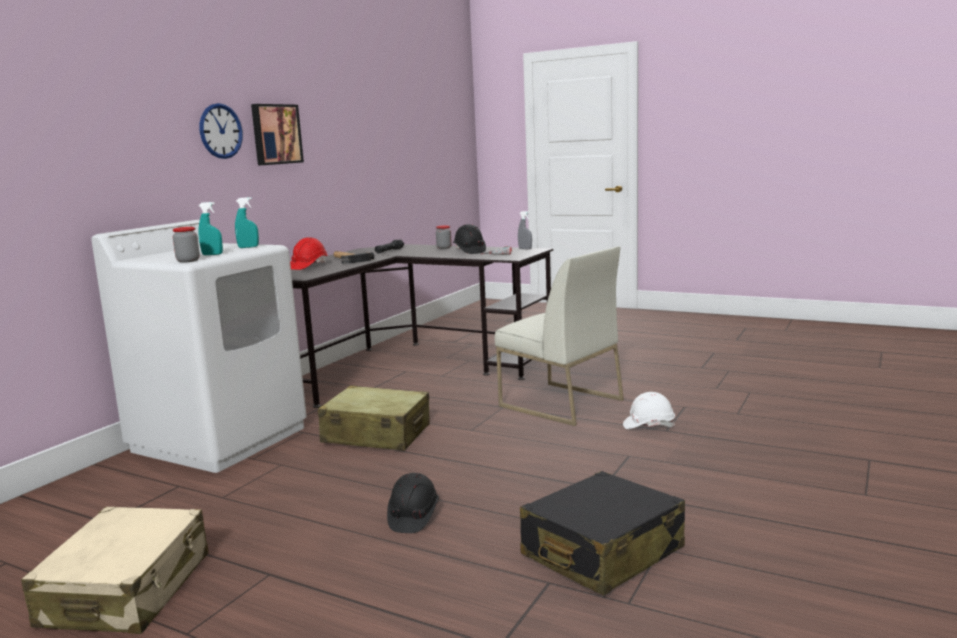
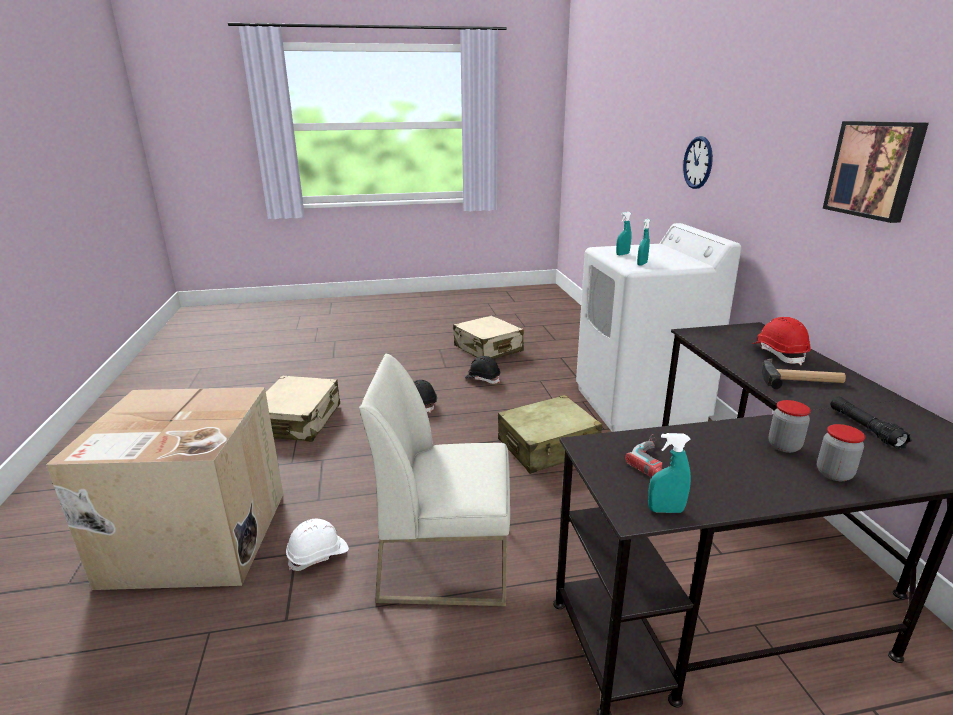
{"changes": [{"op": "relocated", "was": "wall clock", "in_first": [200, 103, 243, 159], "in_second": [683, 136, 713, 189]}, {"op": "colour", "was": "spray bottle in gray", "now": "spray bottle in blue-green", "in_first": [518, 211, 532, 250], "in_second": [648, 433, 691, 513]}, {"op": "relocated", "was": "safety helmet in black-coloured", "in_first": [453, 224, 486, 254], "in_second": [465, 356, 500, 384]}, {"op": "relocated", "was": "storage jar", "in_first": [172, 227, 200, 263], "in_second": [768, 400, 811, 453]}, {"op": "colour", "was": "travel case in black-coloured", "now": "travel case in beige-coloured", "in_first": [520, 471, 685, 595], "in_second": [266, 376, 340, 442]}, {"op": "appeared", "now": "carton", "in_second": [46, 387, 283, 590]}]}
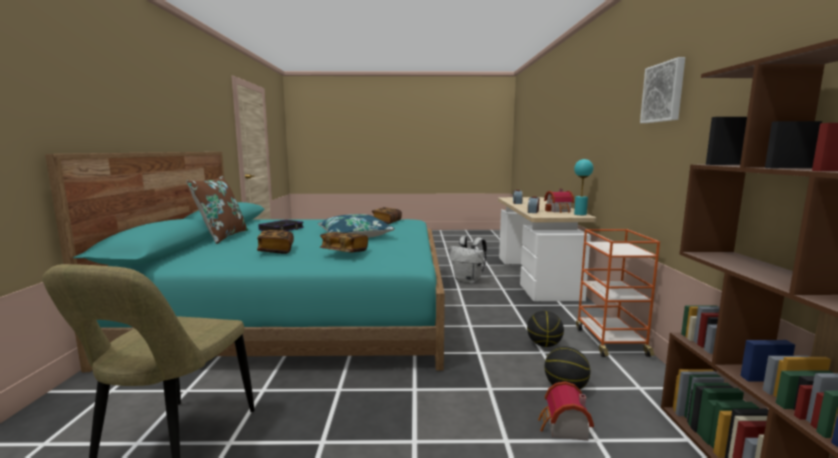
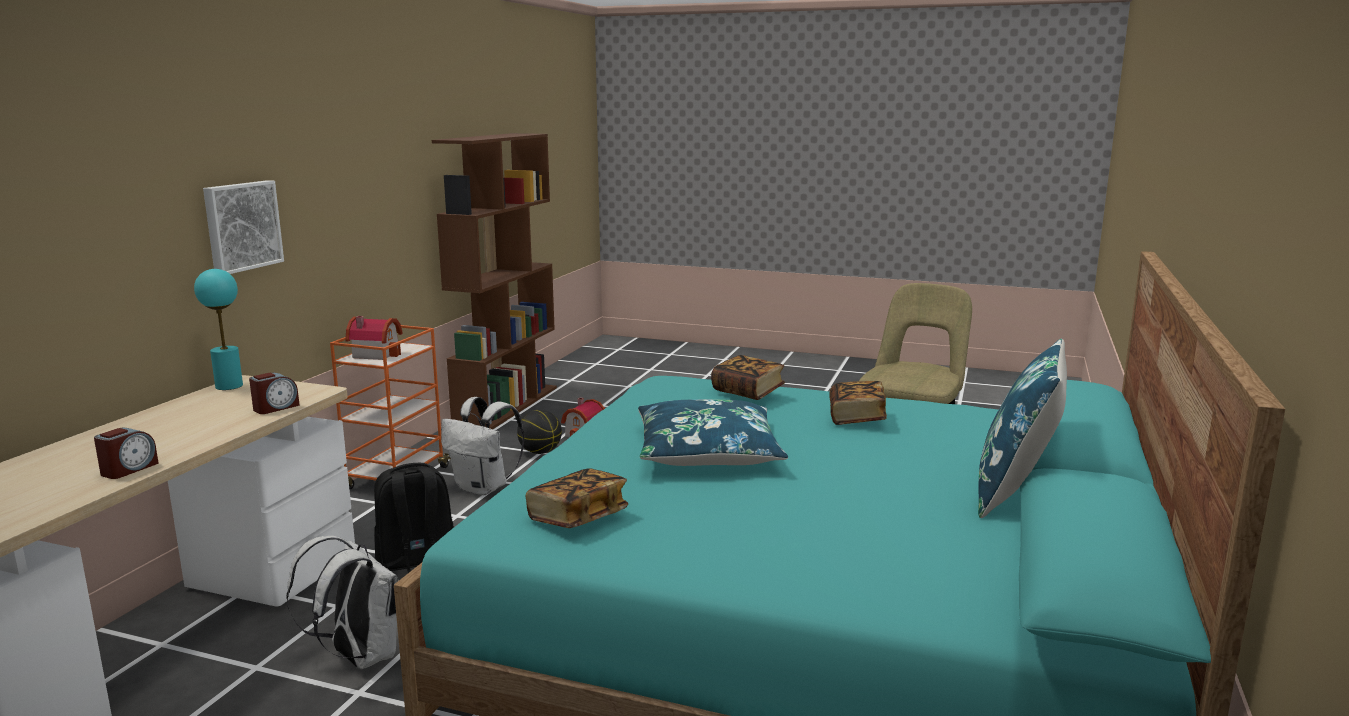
{"changes": [{"op": "relocated", "was": "wall art", "in_first": [640, 57, 685, 123], "in_second": [203, 180, 284, 274]}, {"op": "colour", "was": "throw pillow in brown-coloured", "now": "throw pillow in bluish", "in_first": [186, 176, 248, 244], "in_second": [978, 339, 1067, 518]}, {"op": "relocated", "was": "miniature house", "in_first": [544, 189, 574, 213], "in_second": [345, 316, 403, 360]}, {"op": "missing", "was": "bound book", "in_first": [258, 219, 304, 231]}, {"op": "exchanged", "was": "basketball", "now": "knapsack in white", "in_first": [527, 311, 564, 347], "in_second": [441, 397, 524, 495]}, {"op": "appeared", "now": "knapsack in black-coloured", "in_second": [374, 463, 454, 573]}]}
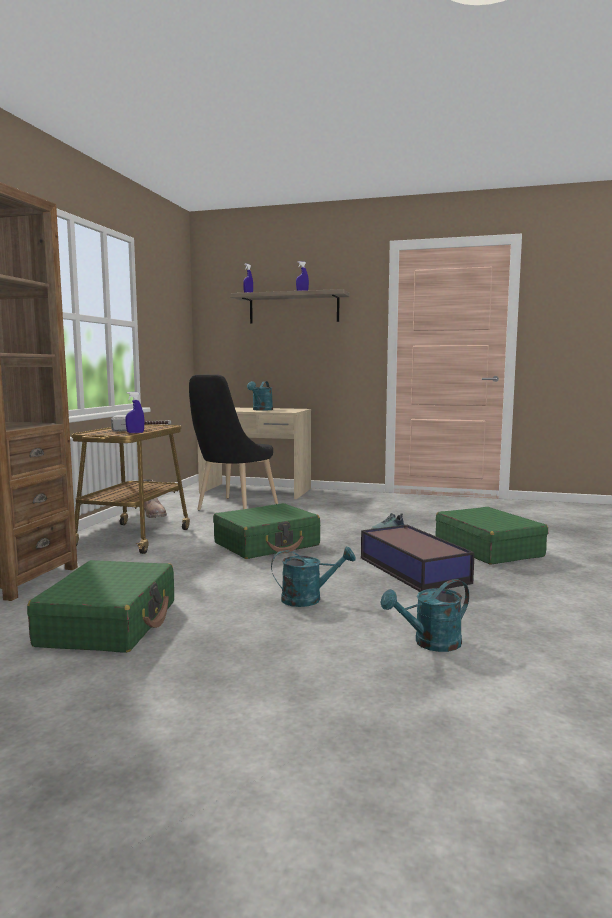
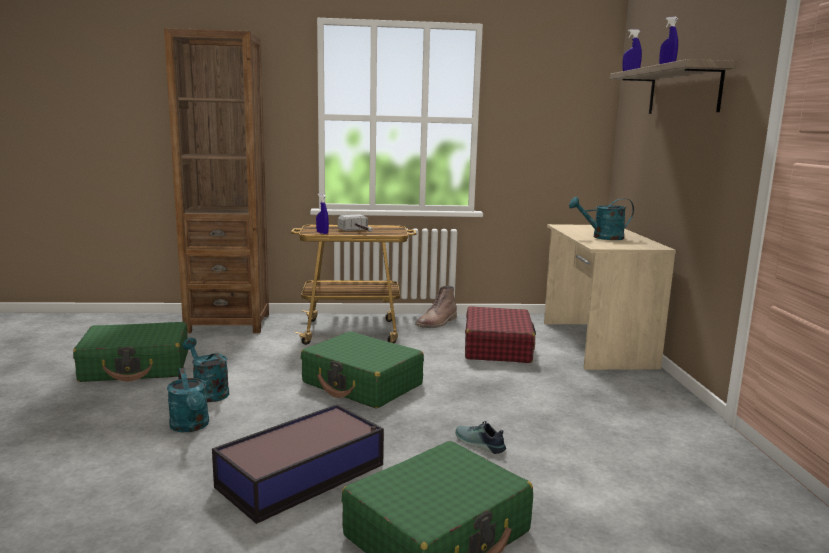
{"changes": [{"op": "exchanged", "was": "plain chair in black-coloured", "now": "travel case in red", "in_first": [189, 374, 278, 510], "in_second": [465, 306, 536, 363]}, {"op": "relocated", "was": "watering can in blue-green", "in_first": [380, 579, 469, 652], "in_second": [182, 338, 229, 402]}]}
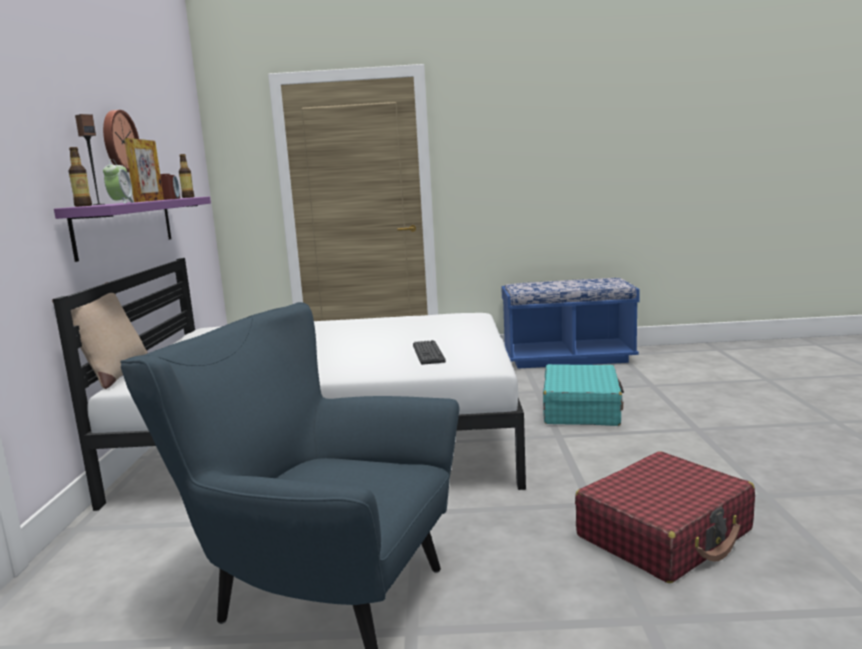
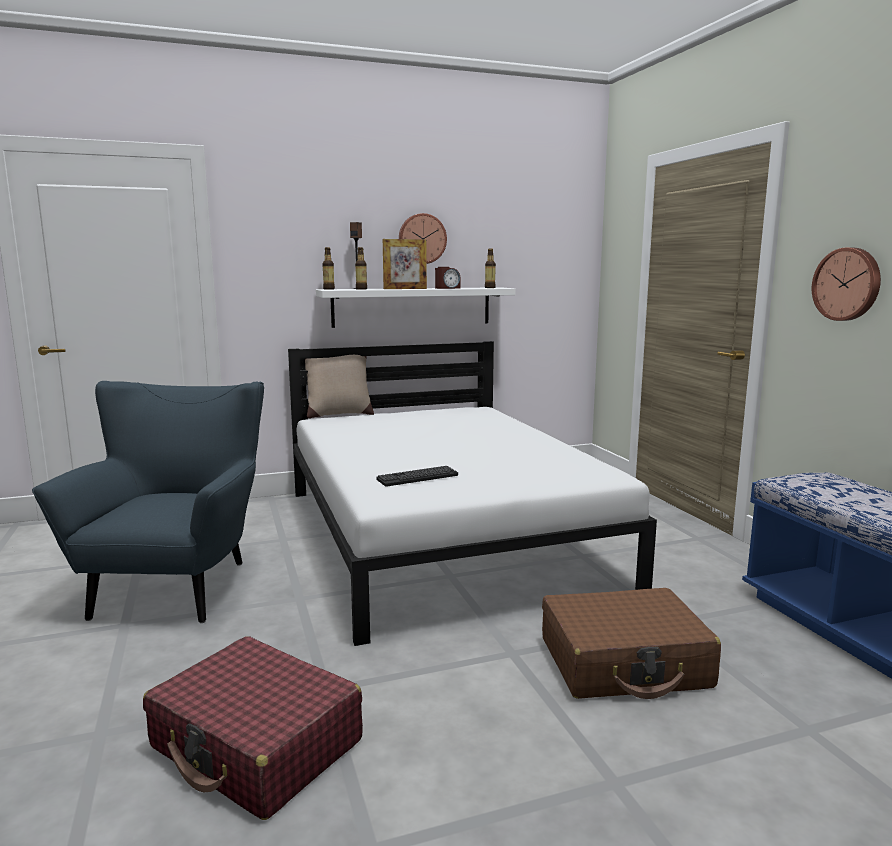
{"changes": [{"op": "exchanged", "was": "table clock", "now": "drink bottle", "in_first": [103, 159, 134, 203], "in_second": [355, 247, 367, 290]}, {"op": "colour", "was": "wall shelf in purplish", "now": "wall shelf in white", "in_first": [54, 197, 211, 262], "in_second": [316, 287, 516, 328]}, {"op": "colour", "was": "travel case in blue-green", "now": "travel case in brown-coloured", "in_first": [543, 364, 624, 426], "in_second": [542, 588, 721, 699]}, {"op": "appeared", "now": "wall clock", "in_second": [812, 247, 881, 321]}]}
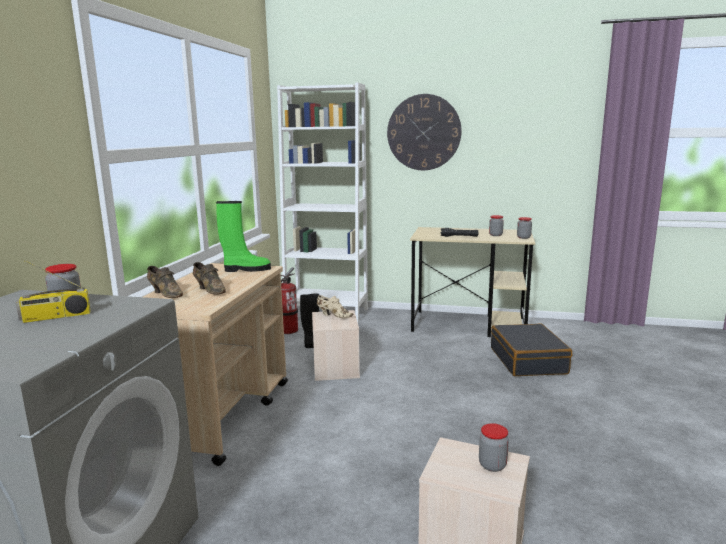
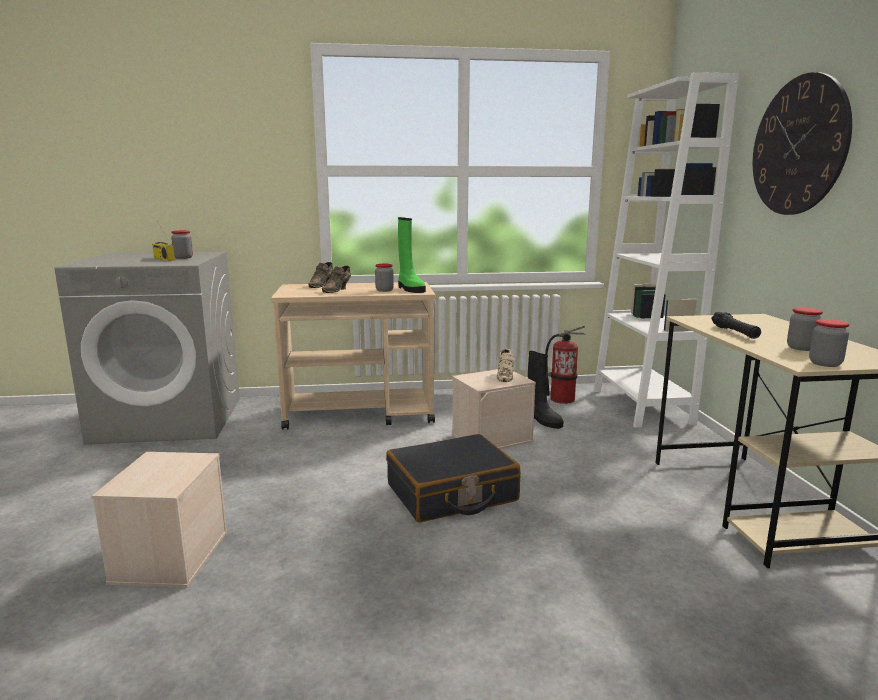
{"changes": [{"op": "relocated", "was": "travel case in black-coloured", "in_first": [491, 323, 572, 376], "in_second": [386, 434, 520, 522]}, {"op": "relocated", "was": "storage jar", "in_first": [479, 423, 509, 472], "in_second": [375, 263, 394, 292]}]}
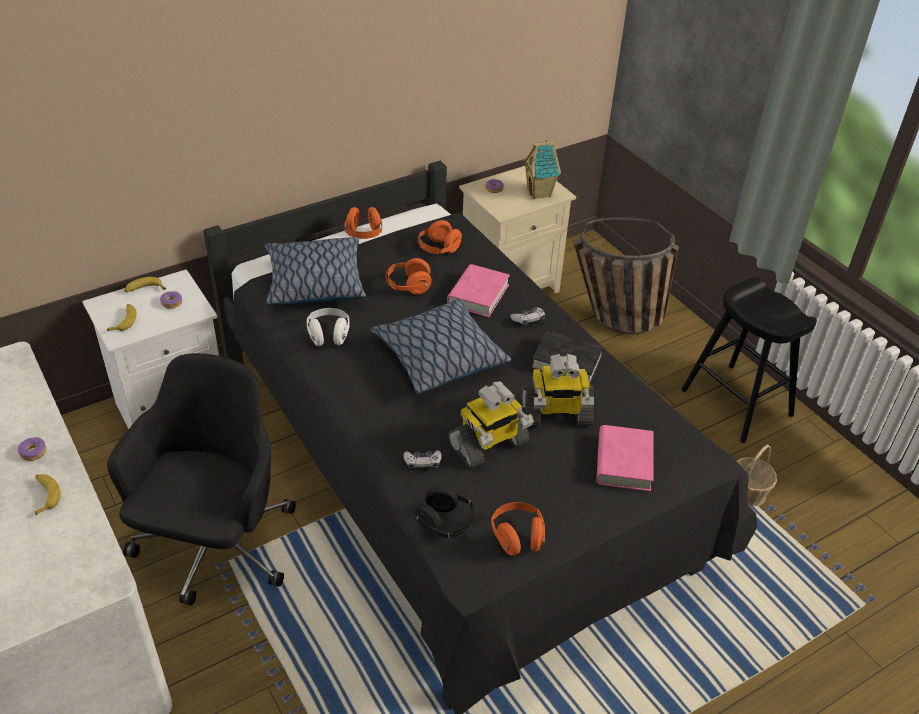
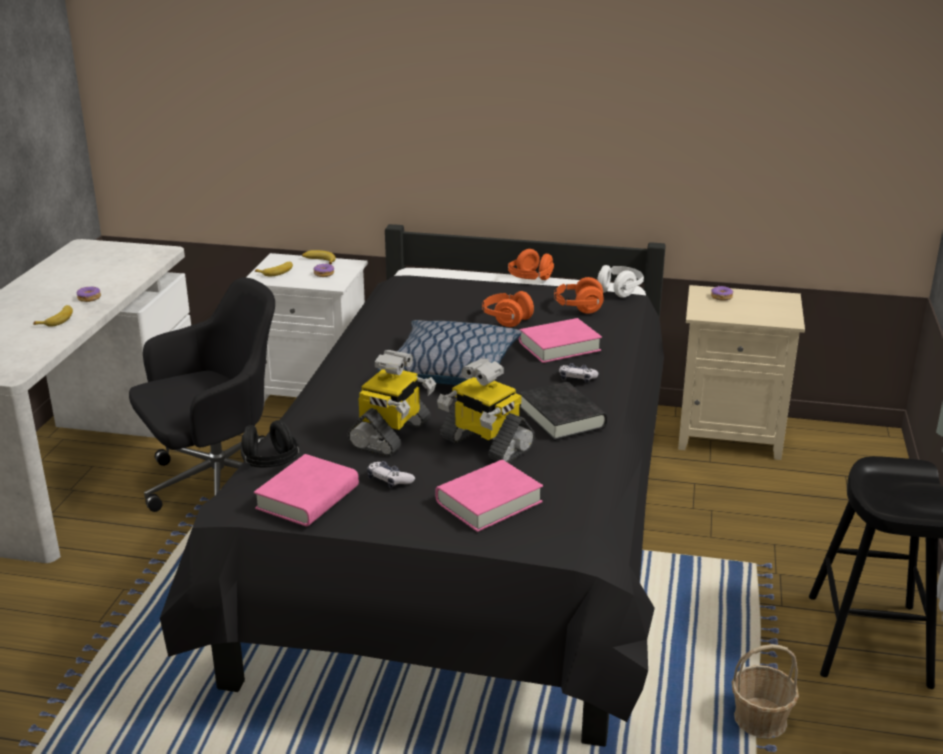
{"changes": [{"op": "missing", "was": "miniature house", "in_first": [523, 140, 561, 199]}, {"op": "missing", "was": "basket", "in_first": [572, 217, 679, 334]}, {"op": "missing", "was": "throw pillow", "in_first": [264, 237, 366, 305]}, {"op": "relocated", "was": "pair of headphones in white", "in_first": [307, 308, 350, 346], "in_second": [597, 265, 644, 298]}, {"op": "spun", "was": "model robot", "in_first": [448, 381, 534, 468], "in_second": [347, 350, 436, 457], "clockwise": -75}, {"op": "relocated", "was": "game controller", "in_first": [404, 450, 442, 470], "in_second": [367, 461, 415, 488]}, {"op": "exchanged", "was": "pair of headphones in orangey", "now": "bound book in pink", "in_first": [491, 502, 545, 556], "in_second": [254, 454, 359, 526]}]}
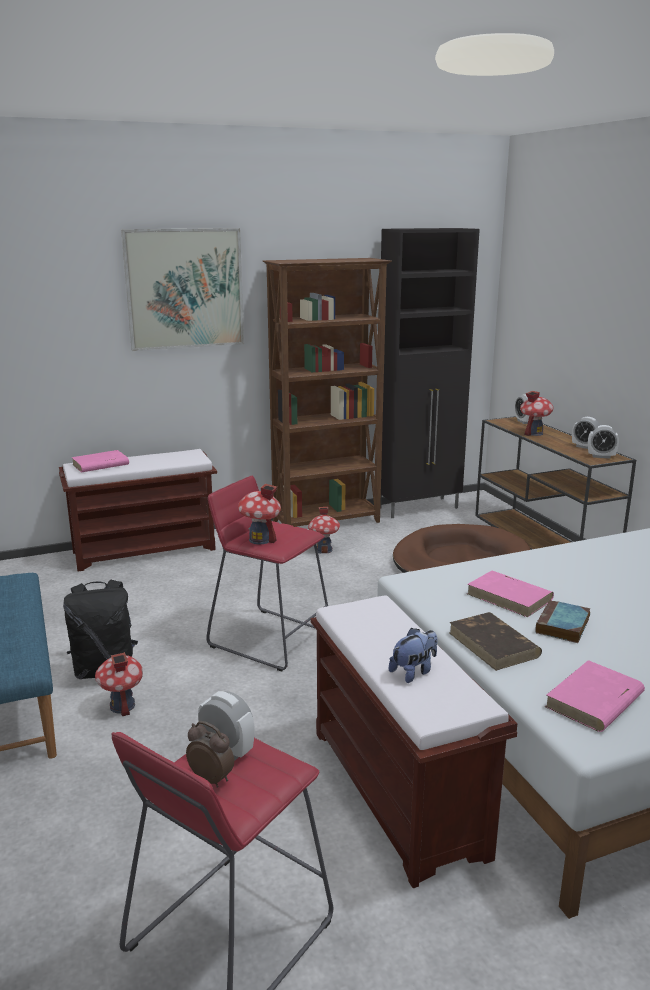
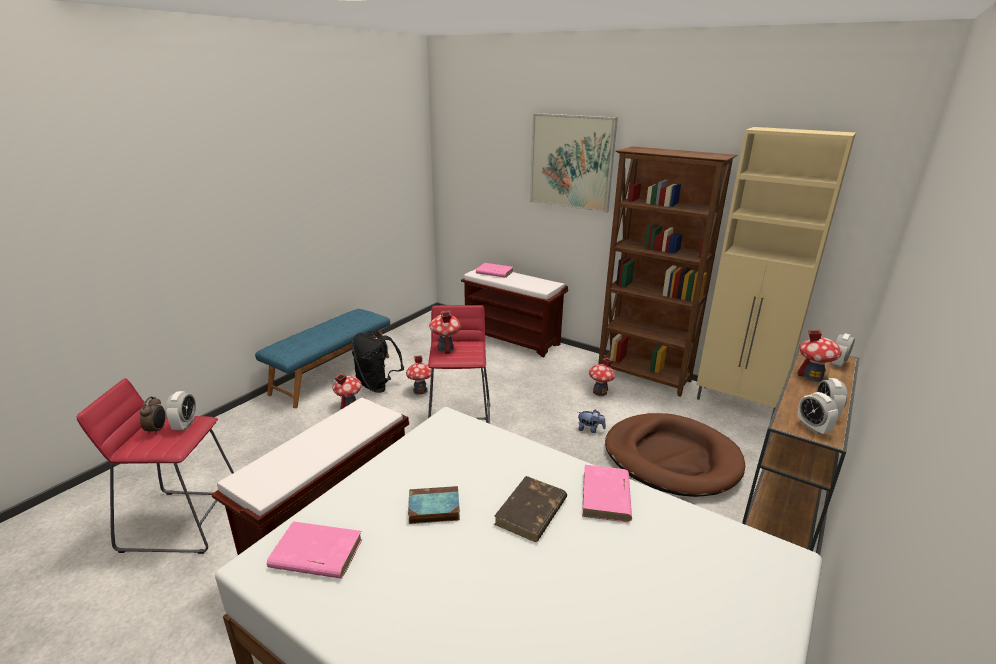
{"changes": [{"op": "colour", "was": "cabinet in black-coloured", "now": "cabinet in beige-coloured", "in_first": [380, 228, 480, 518], "in_second": [697, 127, 856, 421]}, {"op": "relocated", "was": "bound book in pink", "in_first": [467, 570, 554, 617], "in_second": [582, 465, 632, 522]}, {"op": "relocated", "was": "bound book in brown-coloured", "in_first": [449, 612, 542, 671], "in_second": [494, 476, 567, 542]}, {"op": "relocated", "was": "soft toy", "in_first": [389, 628, 438, 683], "in_second": [578, 409, 606, 433]}, {"op": "appeared", "now": "miniature house", "in_second": [406, 355, 432, 395]}]}
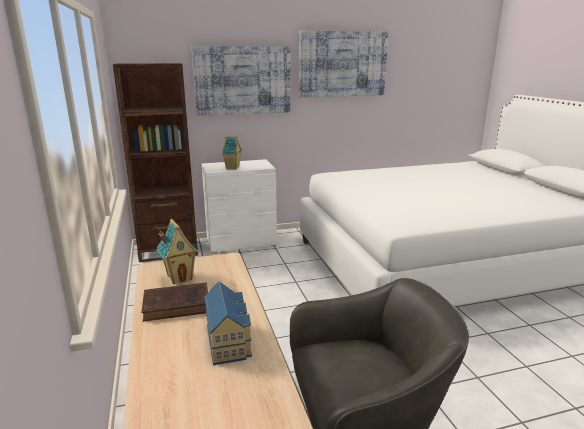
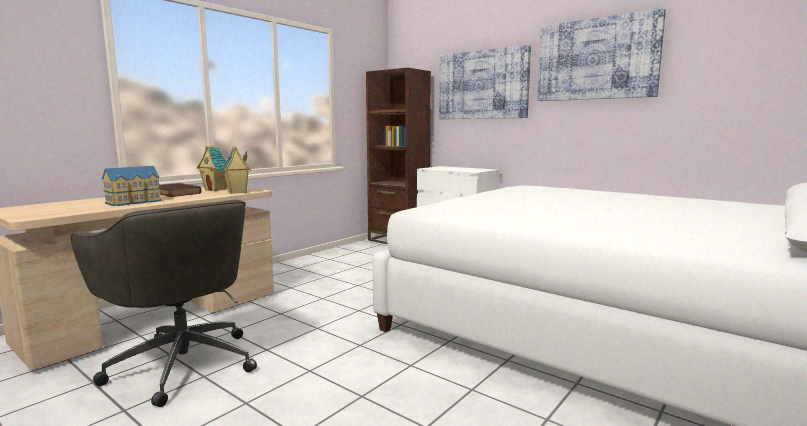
{"changes": [{"op": "relocated", "was": "miniature house", "in_first": [221, 136, 242, 170], "in_second": [221, 146, 251, 194]}]}
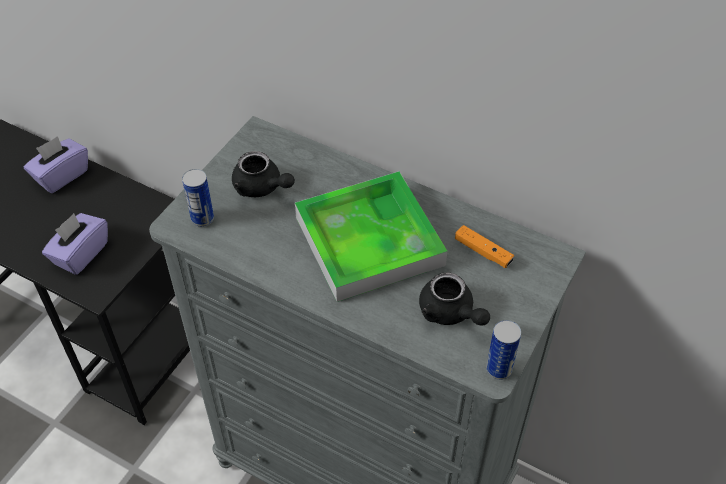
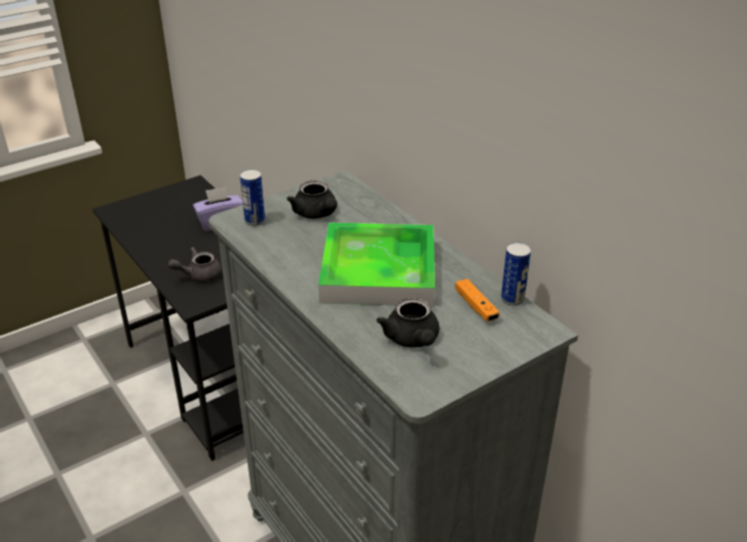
{"changes": [{"op": "exchanged", "was": "box of tissues in purplish", "now": "teapot in gray", "in_first": [42, 213, 108, 275], "in_second": [168, 247, 222, 282]}, {"op": "relocated", "was": "can", "in_first": [486, 320, 521, 380], "in_second": [501, 242, 531, 306]}]}
